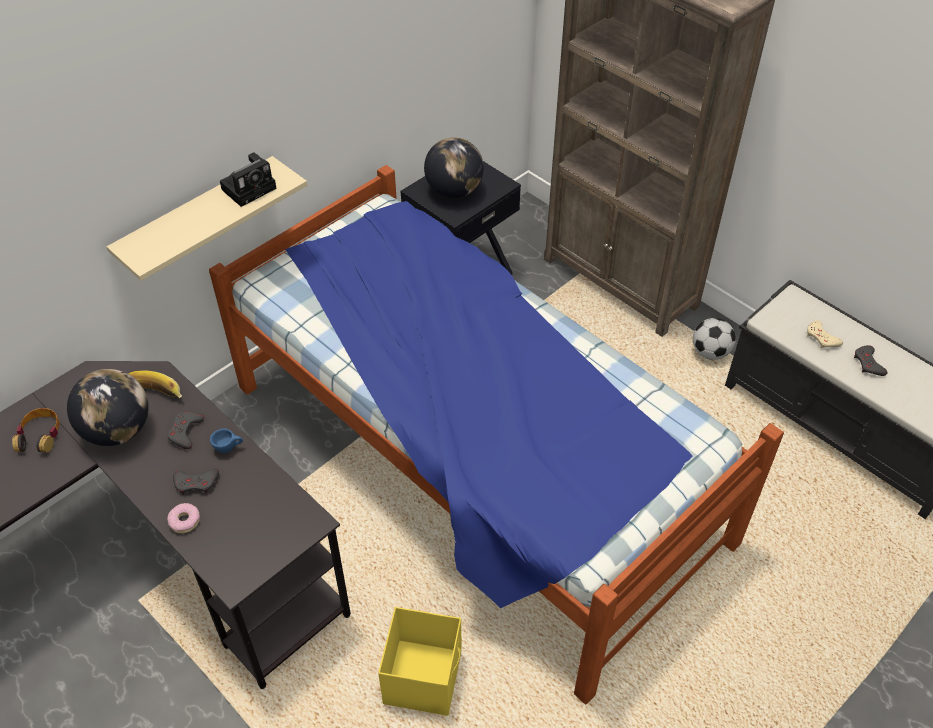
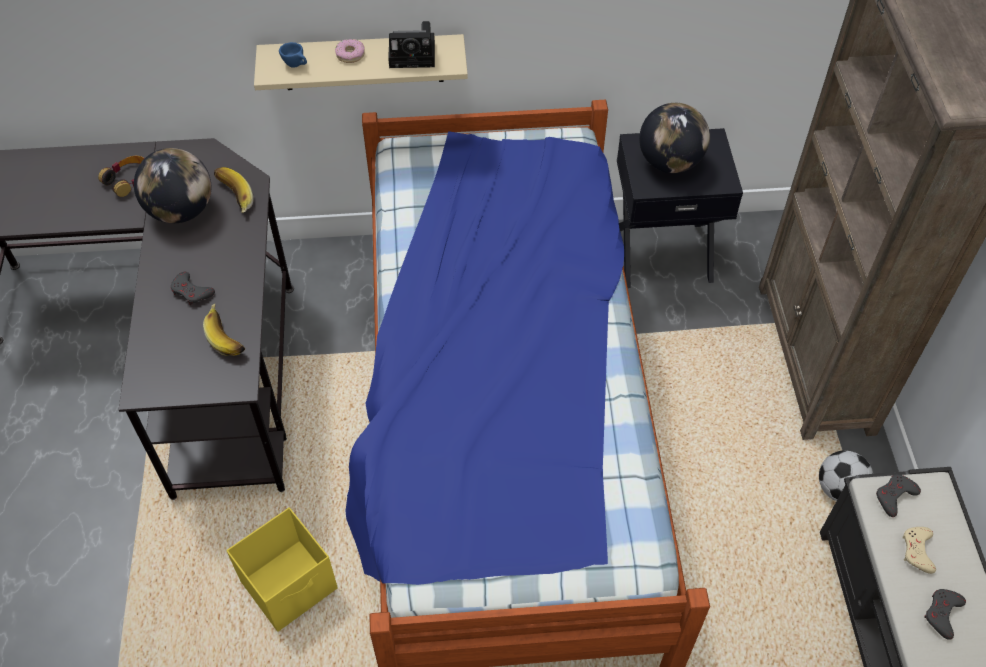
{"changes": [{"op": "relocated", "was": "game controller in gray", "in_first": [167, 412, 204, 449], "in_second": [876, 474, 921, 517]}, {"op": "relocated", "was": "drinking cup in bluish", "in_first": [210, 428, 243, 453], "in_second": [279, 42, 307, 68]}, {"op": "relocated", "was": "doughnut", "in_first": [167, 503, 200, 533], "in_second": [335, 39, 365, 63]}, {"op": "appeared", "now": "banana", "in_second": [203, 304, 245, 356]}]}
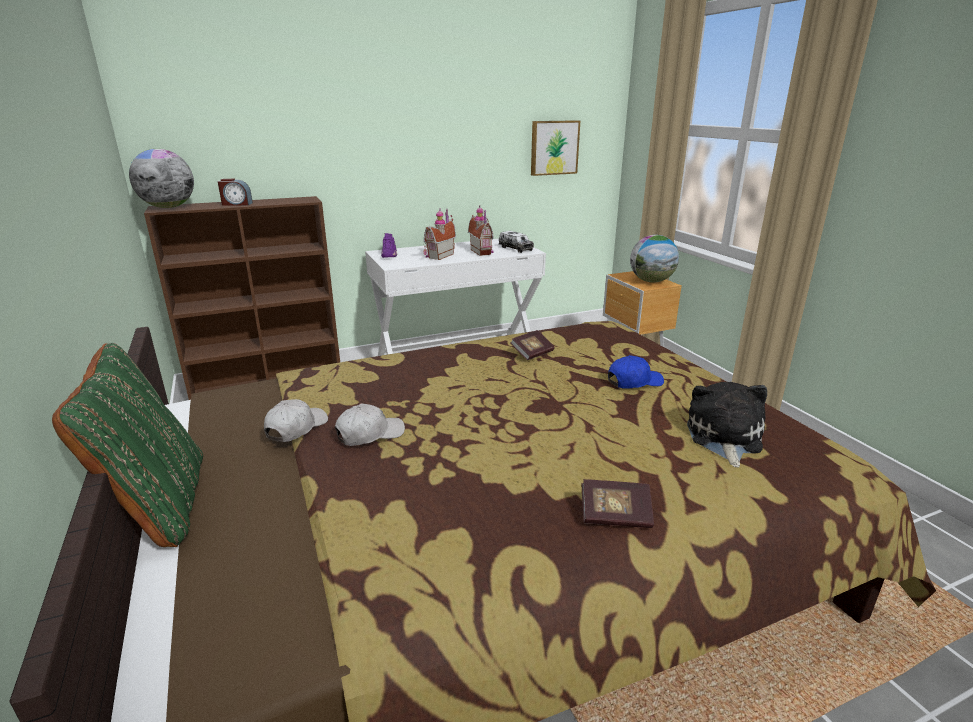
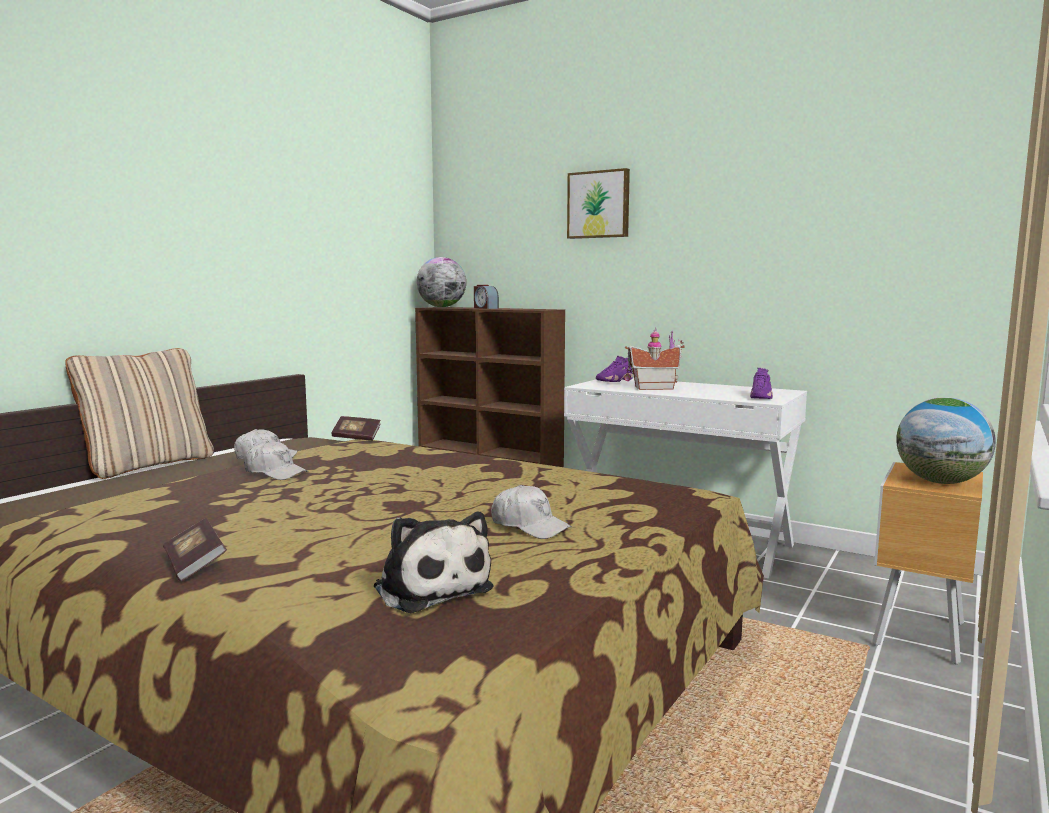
{"changes": [{"op": "relocated", "was": "wall art", "in_first": [531, 120, 580, 176], "in_second": [567, 168, 630, 239]}, {"op": "missing", "was": "miniature house", "in_first": [468, 206, 494, 256]}, {"op": "exchanged", "was": "toy lorry", "now": "shoe in purplish", "in_first": [499, 231, 534, 253], "in_second": [750, 368, 773, 399]}, {"op": "relocated", "was": "bound book", "in_first": [510, 330, 554, 360], "in_second": [331, 416, 380, 441]}, {"op": "colour", "was": "throw pillow in greenish", "now": "throw pillow in beige-coloured", "in_first": [52, 343, 203, 547], "in_second": [65, 348, 214, 479]}, {"op": "colour", "was": "baseball cap in bluish", "now": "baseball cap in white", "in_first": [608, 355, 664, 388], "in_second": [491, 485, 572, 539]}, {"op": "spun", "was": "soft toy", "in_first": [687, 382, 767, 468], "in_second": [374, 512, 494, 613], "clockwise": 75}]}
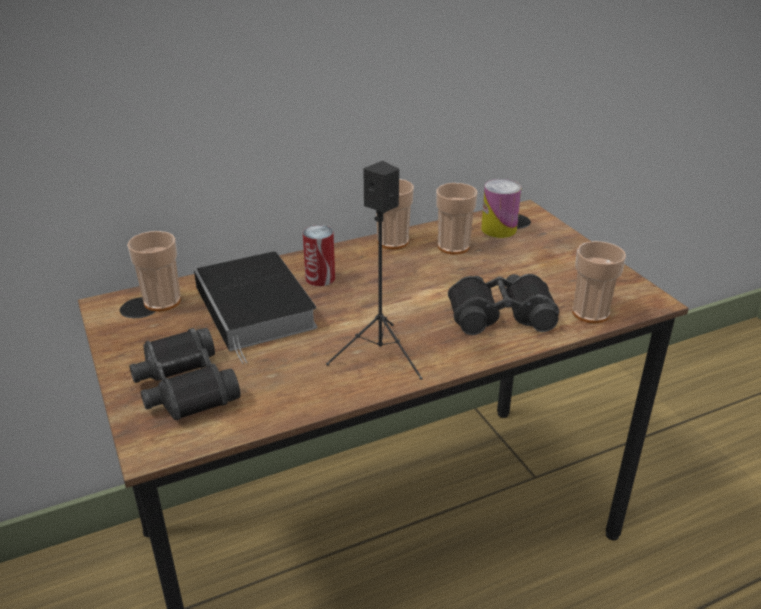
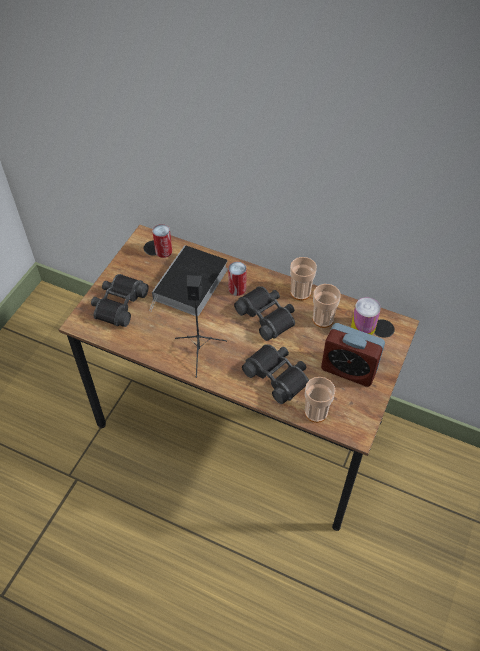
{"changes": [{"op": "exchanged", "was": "drinking cup", "now": "can", "in_first": [127, 231, 181, 312], "in_second": [152, 224, 172, 258]}, {"op": "appeared", "now": "field glasses in black-coloured", "in_second": [234, 286, 295, 341]}, {"op": "appeared", "now": "table clock", "in_second": [321, 323, 385, 387]}]}
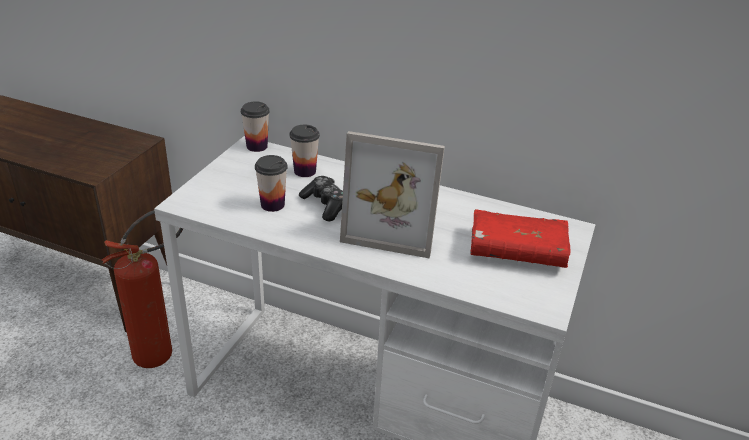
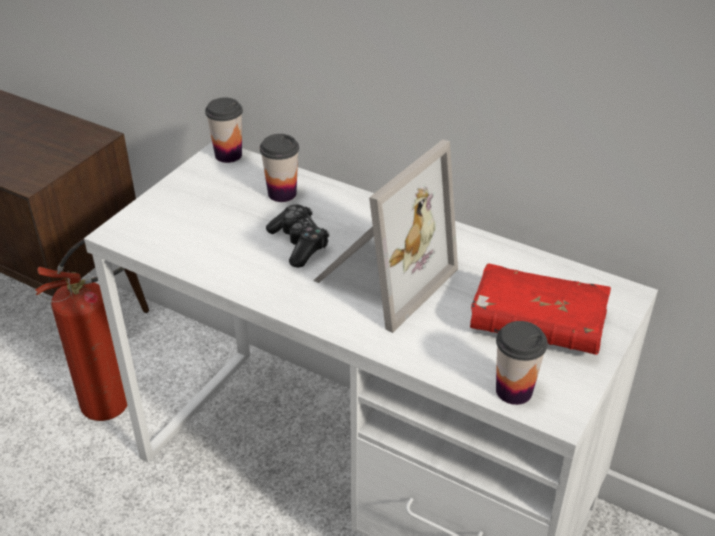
{"changes": [{"op": "spun", "was": "picture frame", "in_first": [340, 131, 445, 258], "in_second": [313, 139, 458, 333], "clockwise": -75}, {"op": "relocated", "was": "drinking cup", "in_first": [255, 155, 287, 212], "in_second": [496, 321, 548, 405]}]}
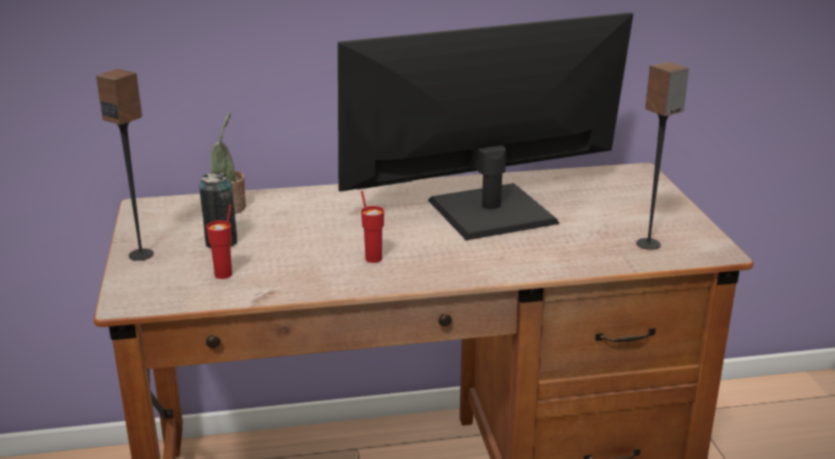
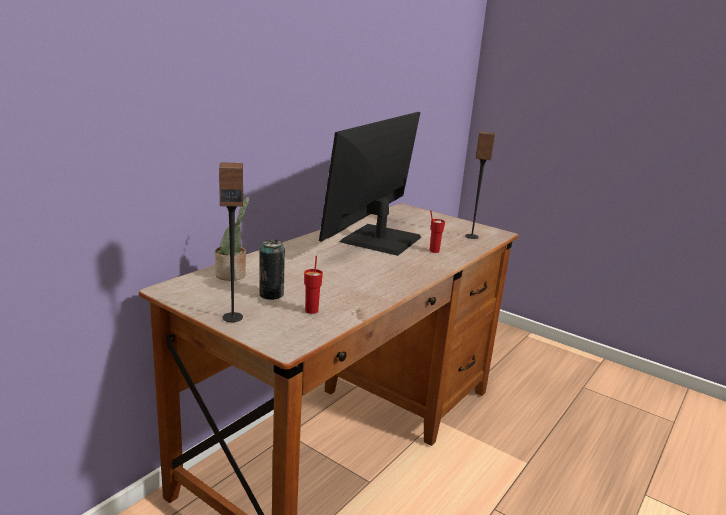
{"changes": [{"op": "relocated", "was": "drinking cup in red", "in_first": [361, 191, 384, 263], "in_second": [430, 210, 445, 253]}]}
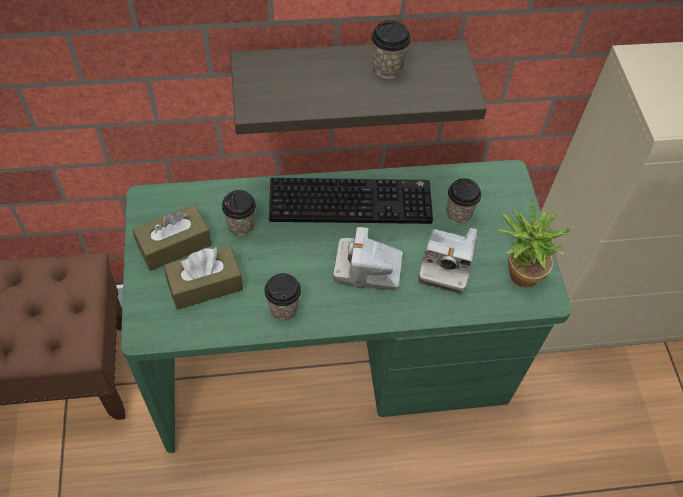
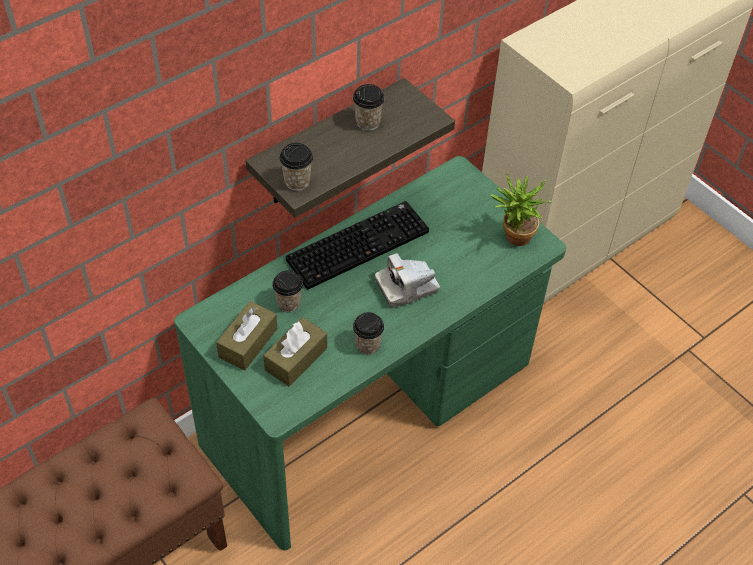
{"changes": [{"op": "relocated", "was": "drinking cup", "in_first": [446, 178, 481, 224], "in_second": [279, 143, 313, 191]}, {"op": "missing", "was": "photo camera", "in_first": [418, 228, 478, 294]}]}
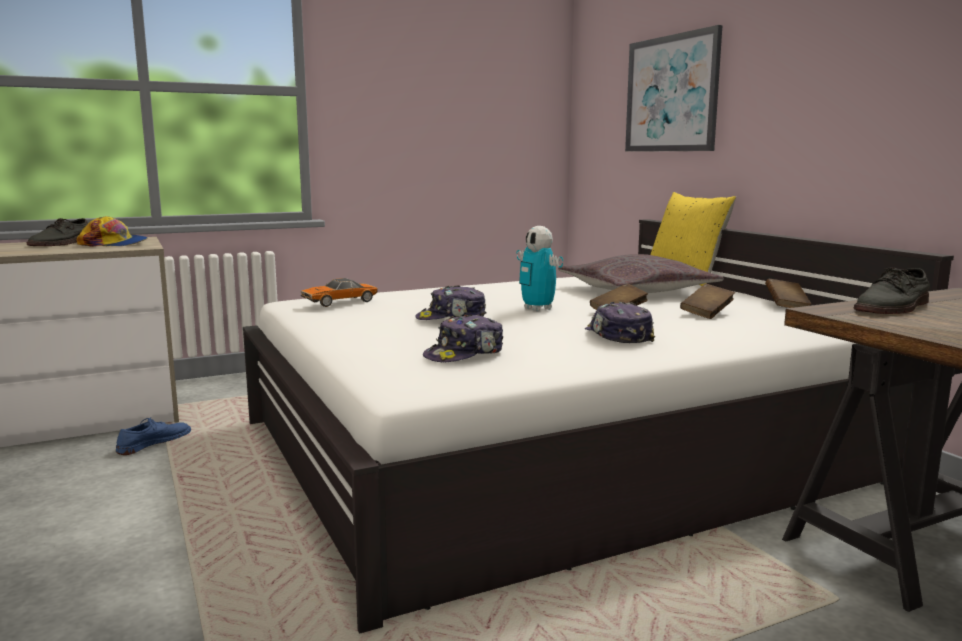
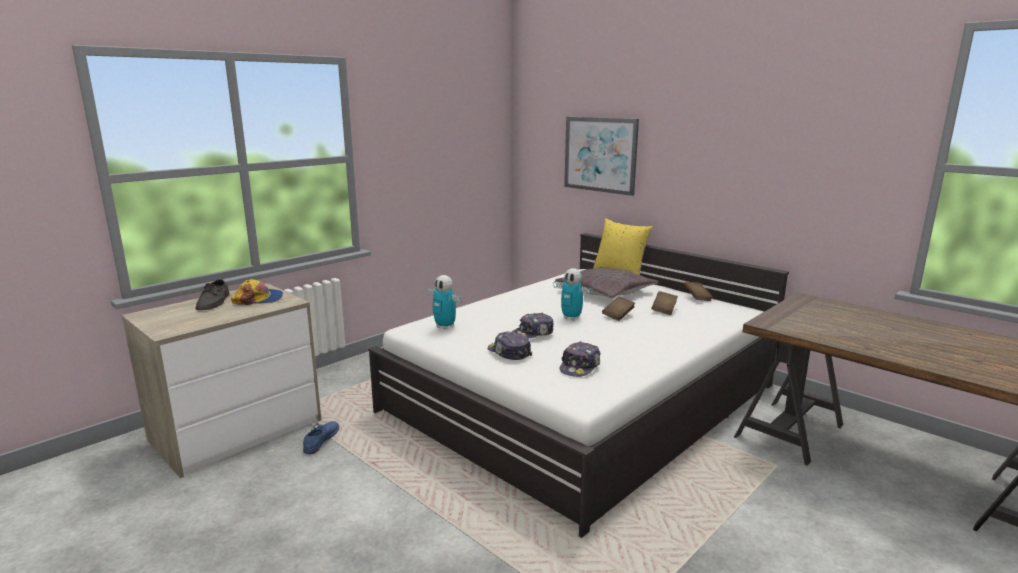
{"changes": [{"op": "missing", "was": "shoe in gray", "in_first": [854, 268, 930, 314]}, {"op": "exchanged", "was": "model car", "now": "model robot", "in_first": [301, 278, 378, 307], "in_second": [427, 275, 462, 330]}, {"op": "relocated", "was": "baseball cap", "in_first": [585, 301, 655, 343], "in_second": [487, 331, 532, 360]}]}
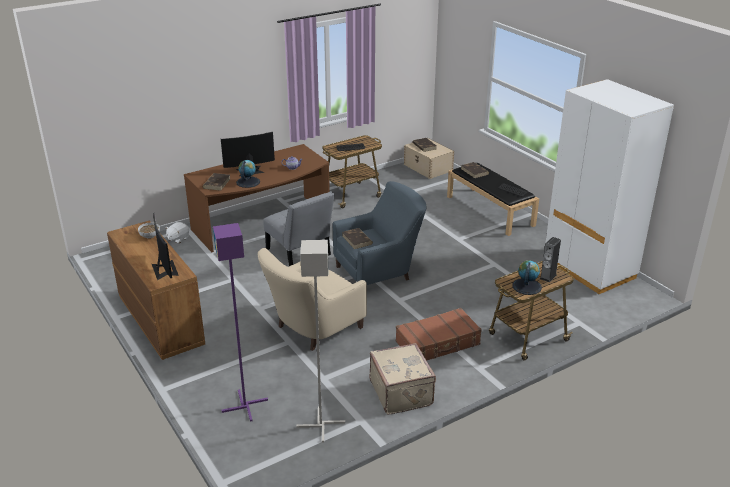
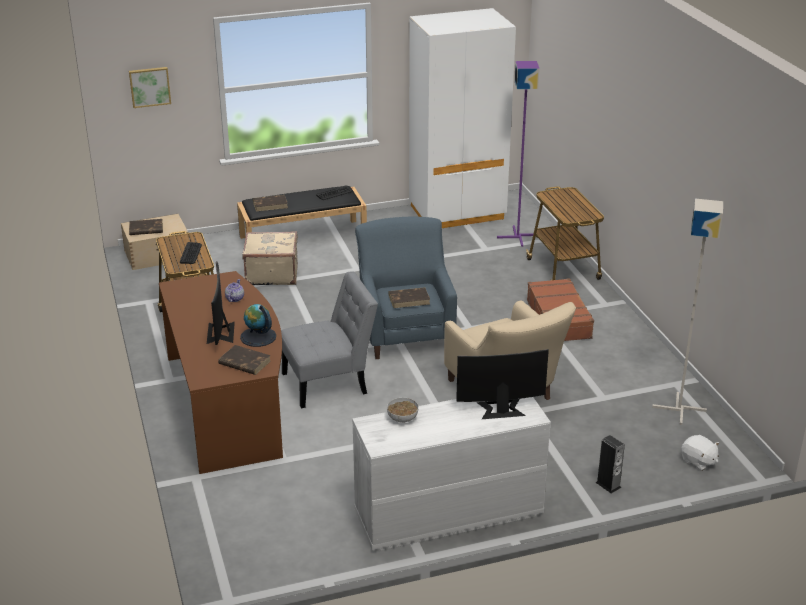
{"changes": [{"op": "colour", "was": "drawer chest in brown-coloured", "now": "drawer chest in white", "in_first": [107, 221, 205, 360], "in_second": [352, 397, 551, 551]}, {"op": "relocated", "was": "soft toy in white", "in_first": [165, 222, 189, 244], "in_second": [681, 435, 719, 471]}, {"op": "relocated", "was": "floor lamp in purplish", "in_first": [213, 223, 268, 422], "in_second": [497, 61, 540, 247]}, {"op": "relocated", "was": "speaker", "in_first": [540, 237, 561, 283], "in_second": [596, 435, 625, 493]}, {"op": "missing", "was": "desk globe", "in_first": [513, 260, 542, 295]}, {"op": "relocated", "was": "travel case in beige-coloured", "in_first": [370, 343, 436, 415], "in_second": [242, 231, 298, 285]}, {"op": "appeared", "now": "wall art", "in_second": [129, 67, 171, 108]}]}
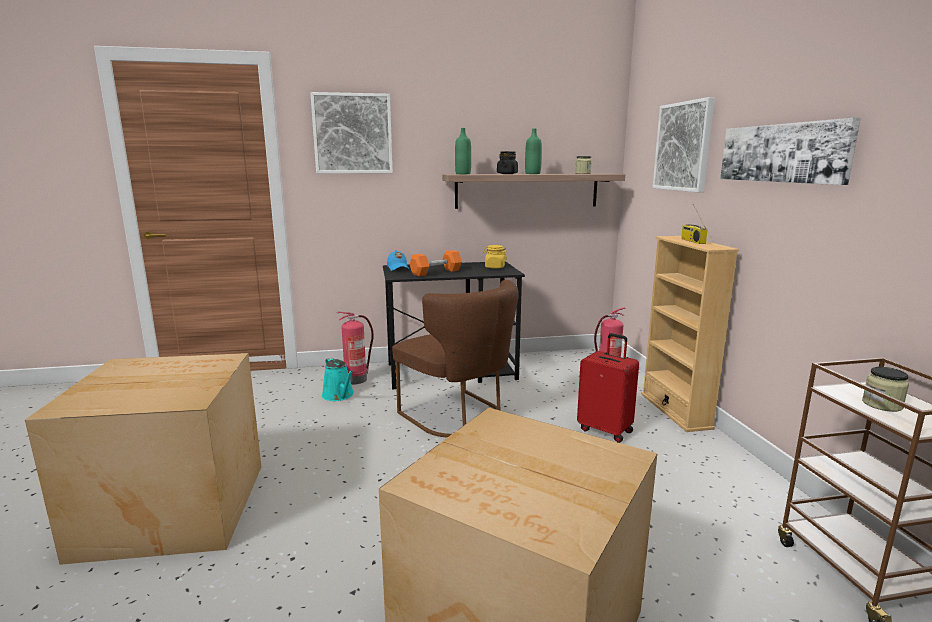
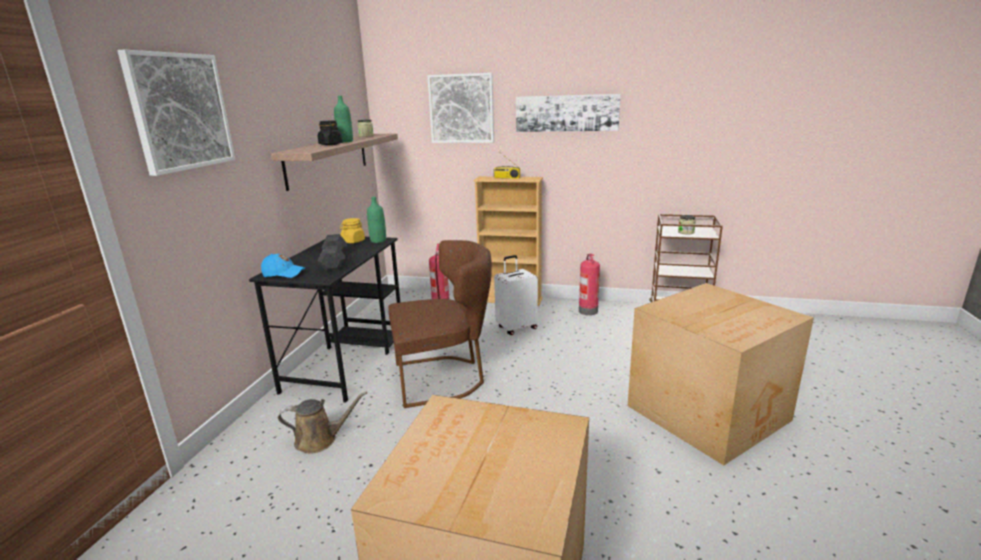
{"changes": [{"op": "relocated", "was": "drink bottle in greenish", "in_first": [455, 128, 471, 174], "in_second": [367, 197, 386, 243]}, {"op": "colour", "was": "hand weight in orangey", "now": "hand weight in black-coloured", "in_first": [410, 250, 462, 276], "in_second": [318, 234, 347, 271]}, {"op": "relocated", "was": "fire-fighting cylinder", "in_first": [337, 312, 374, 384], "in_second": [579, 254, 600, 315]}, {"op": "colour", "was": "travel case in red", "now": "travel case in white", "in_first": [577, 333, 639, 443], "in_second": [494, 255, 538, 335]}, {"op": "colour", "was": "watering can in blue-green", "now": "watering can in brown-coloured", "in_first": [322, 357, 354, 401], "in_second": [278, 391, 367, 454]}]}
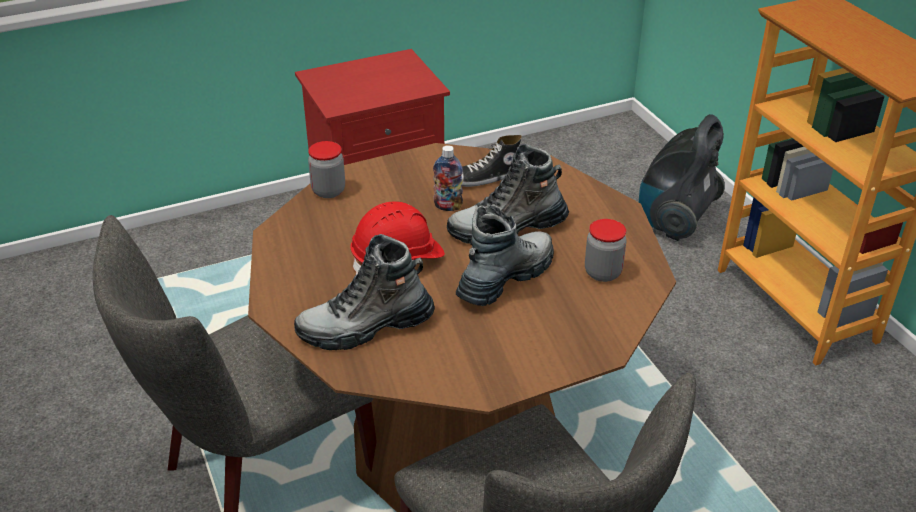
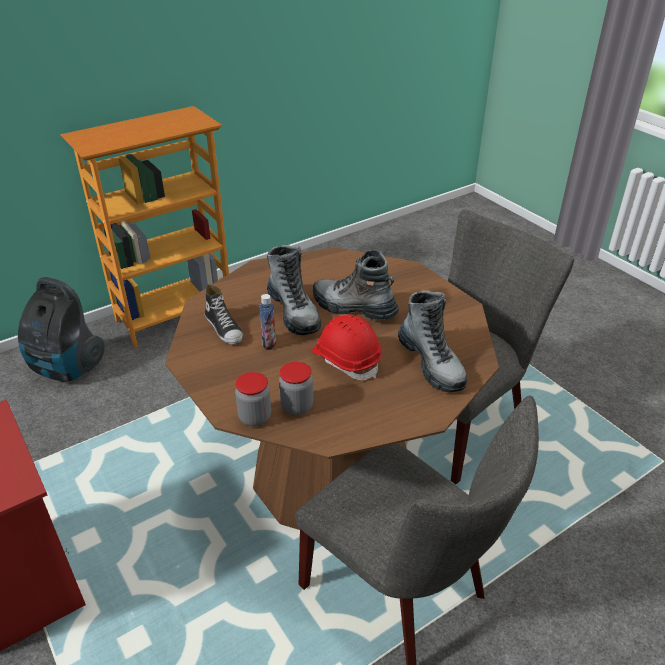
{"changes": [{"op": "relocated", "was": "storage jar", "in_first": [585, 219, 627, 282], "in_second": [279, 362, 313, 415]}]}
